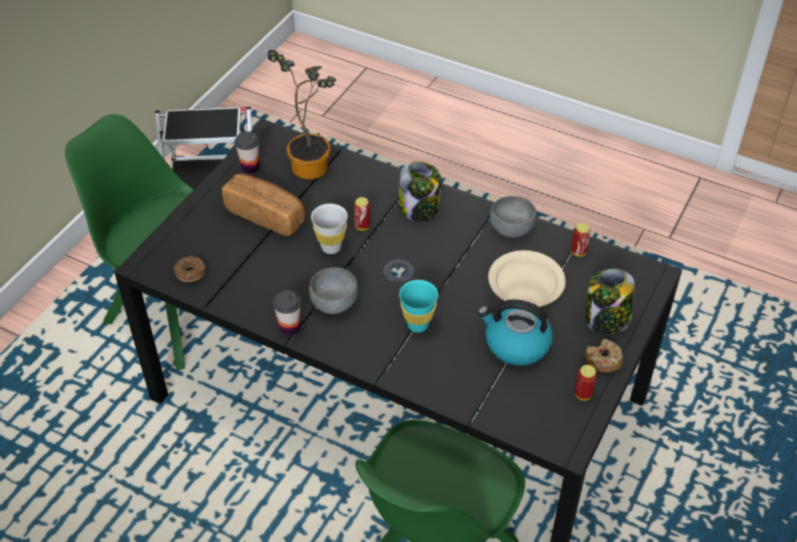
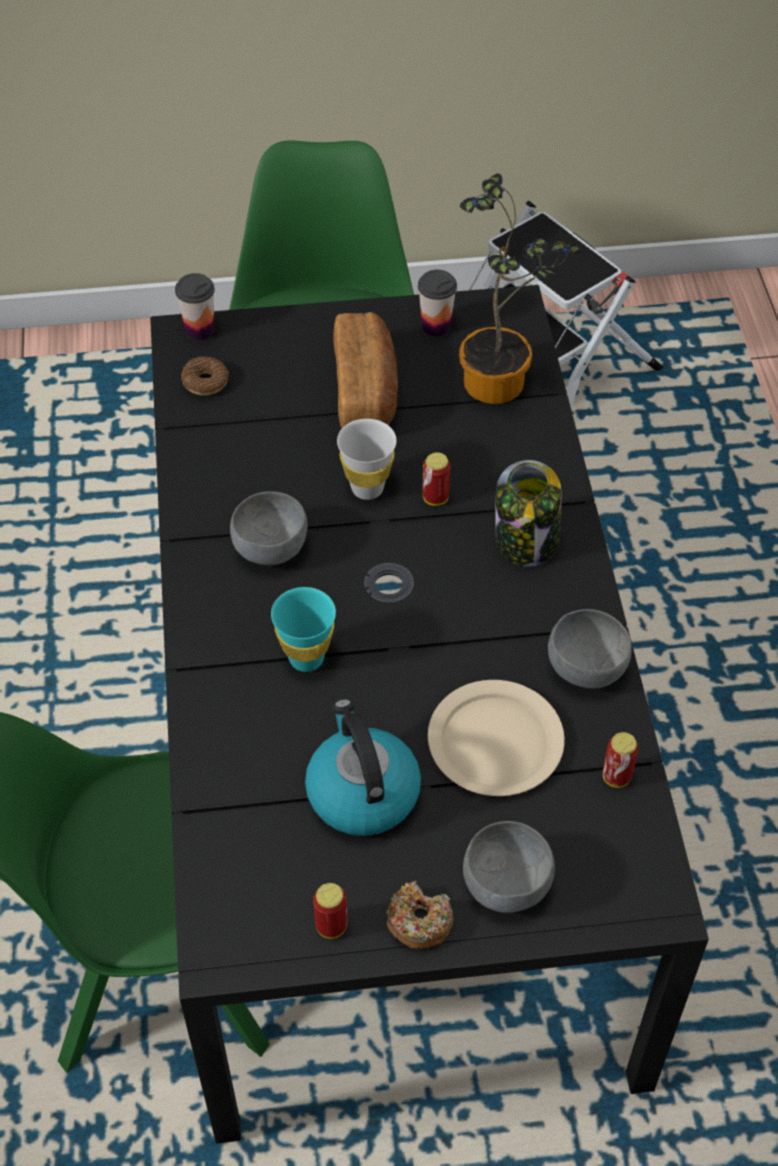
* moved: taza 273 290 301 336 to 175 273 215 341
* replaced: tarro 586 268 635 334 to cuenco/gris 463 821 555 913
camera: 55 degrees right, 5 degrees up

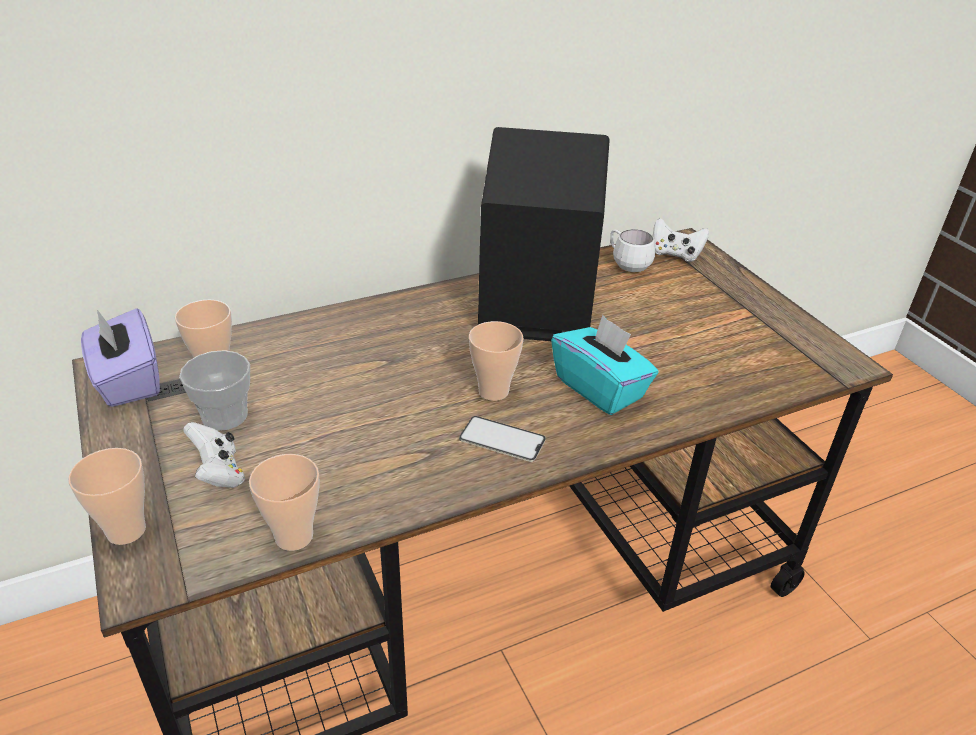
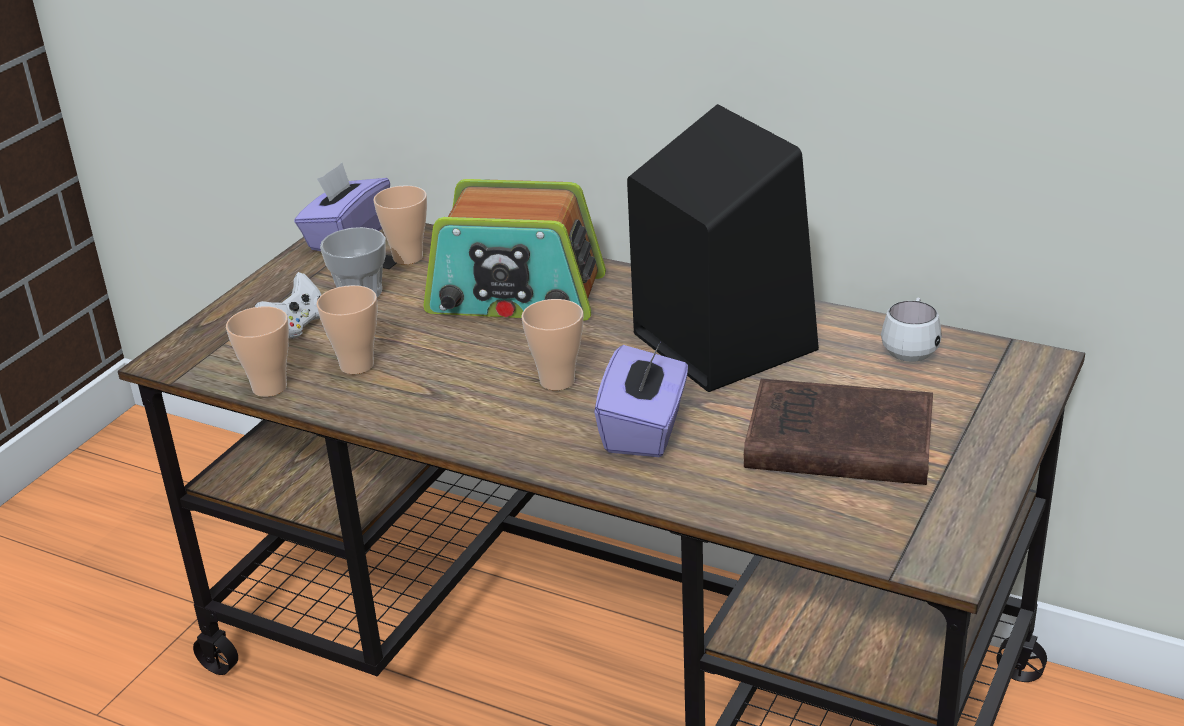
* removed: móvil 459 416 546 462
* removed: mando de consola/blanco 653 218 709 262
* added: radio 423 179 606 321
* added: libro/marrón 744 379 933 485
* moved: taza 68 448 146 545 to 316 285 378 374
* recoloured: caja de pañuelos/turquesa 551 315 658 415 to caja de pañuelos/morado 594 342 688 457
camera: 55 degrees right, 5 degrees down

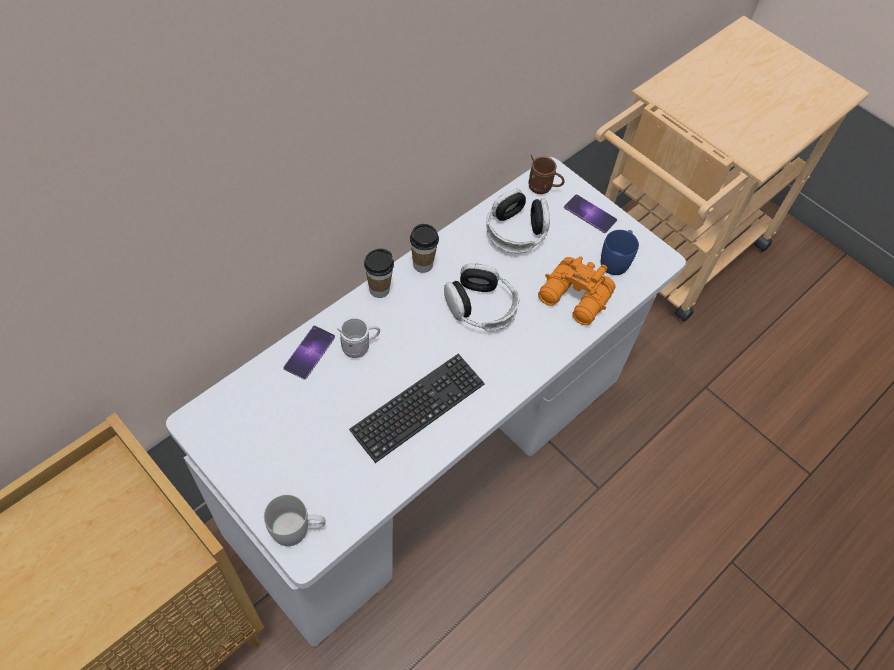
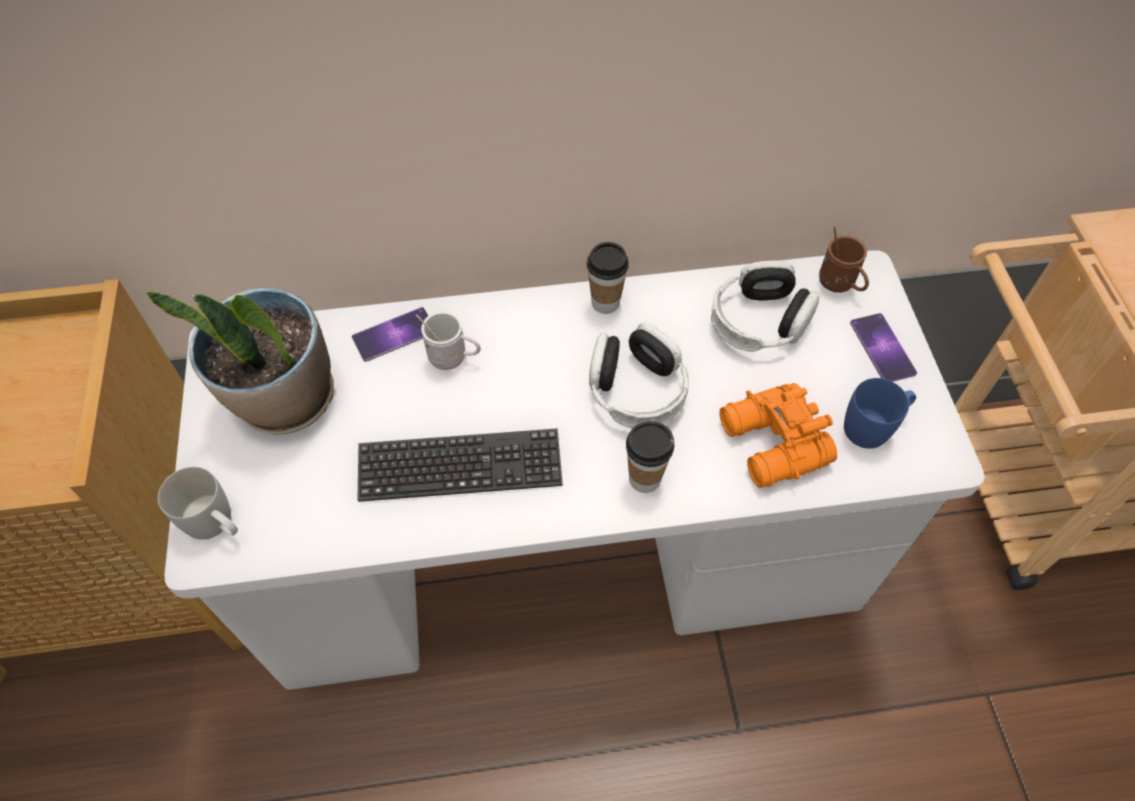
* added: planta en maceta 147 287 334 434
* moved: taza 364 249 394 298 to 626 421 674 493
camera: 40 degrees right, 0 degrees up

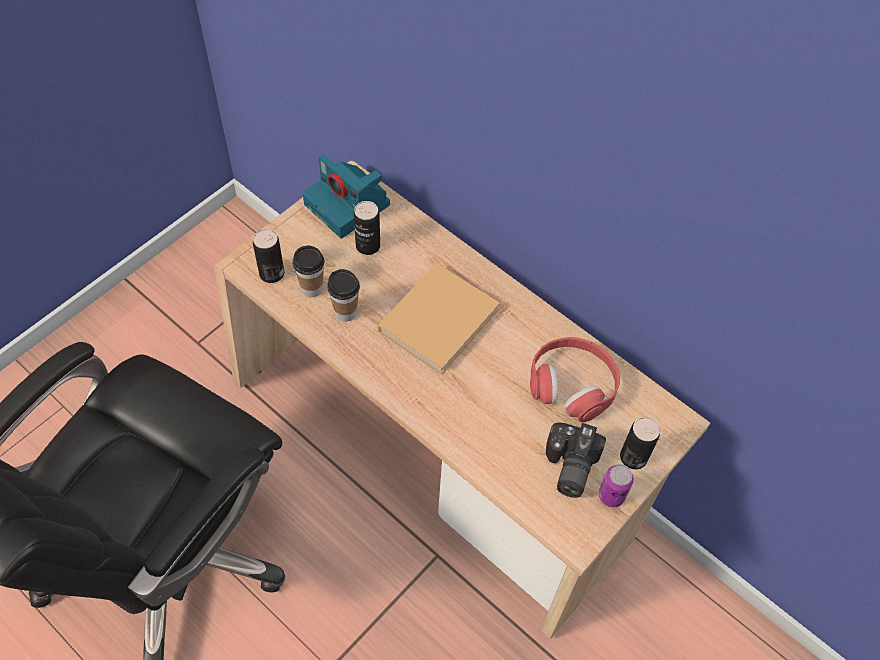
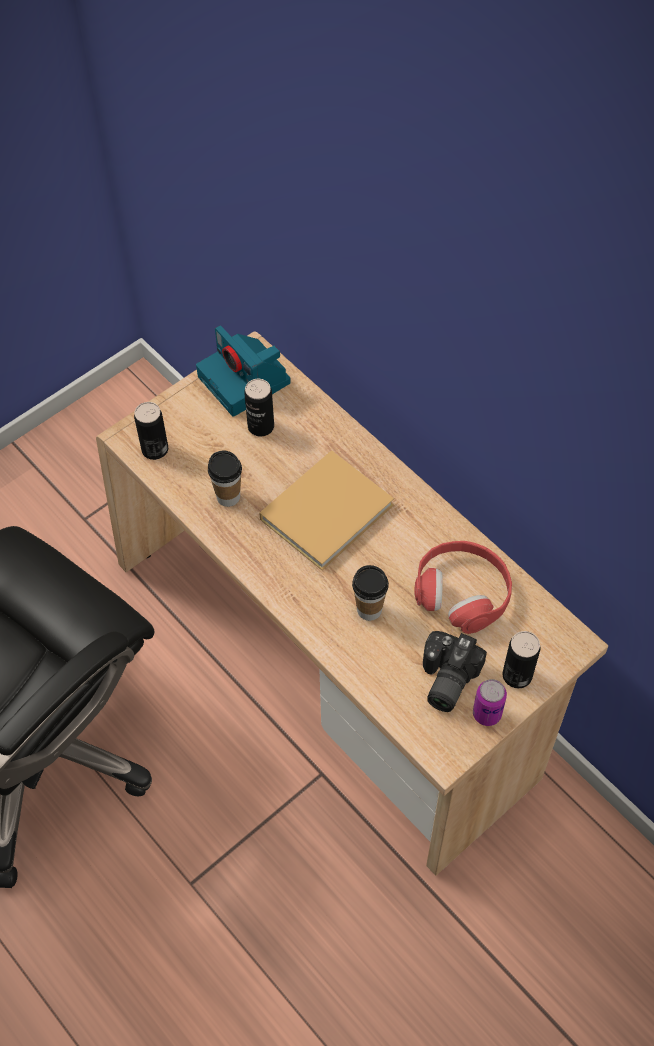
* moved: taza 293 246 324 297 to 352 565 389 621
camera: 10 degrees right, 0 degrees up

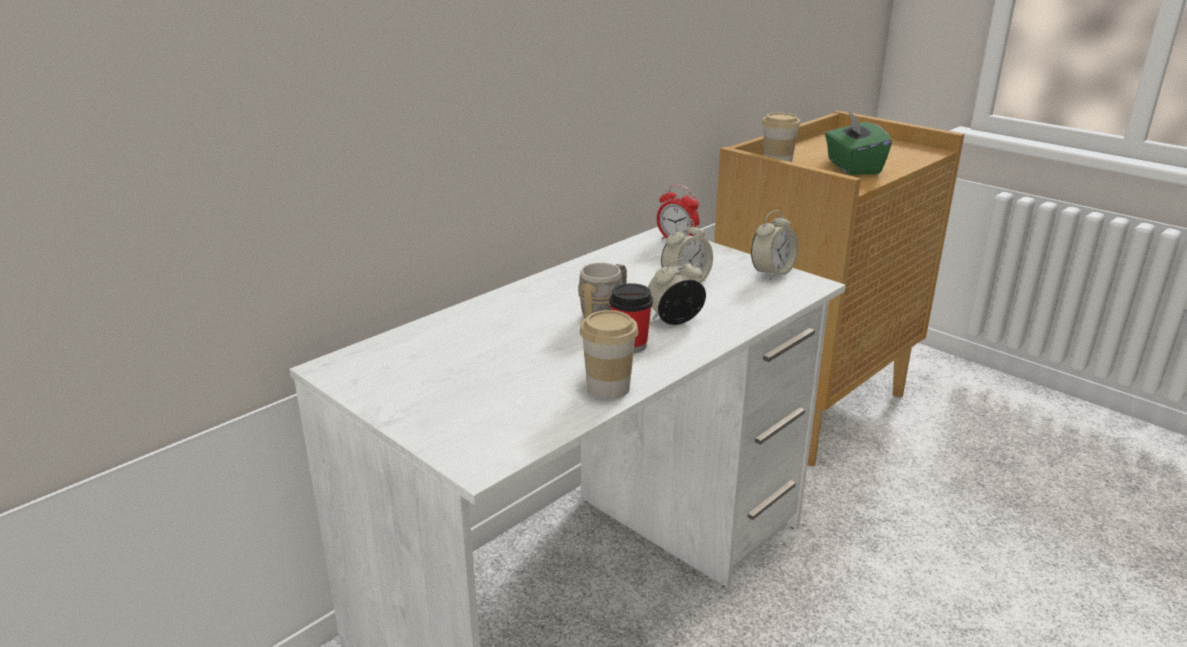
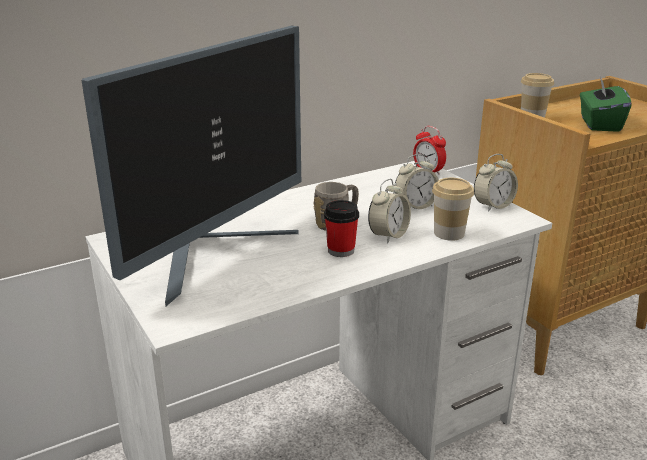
* added: monitor 82 26 301 306
* moved: taza 580 310 638 399 to 432 178 474 241
* turned: despertador 648 258 706 325 = 368 179 411 243 135 degrees clockwise
camera: 15 degrees right, 0 degrees up

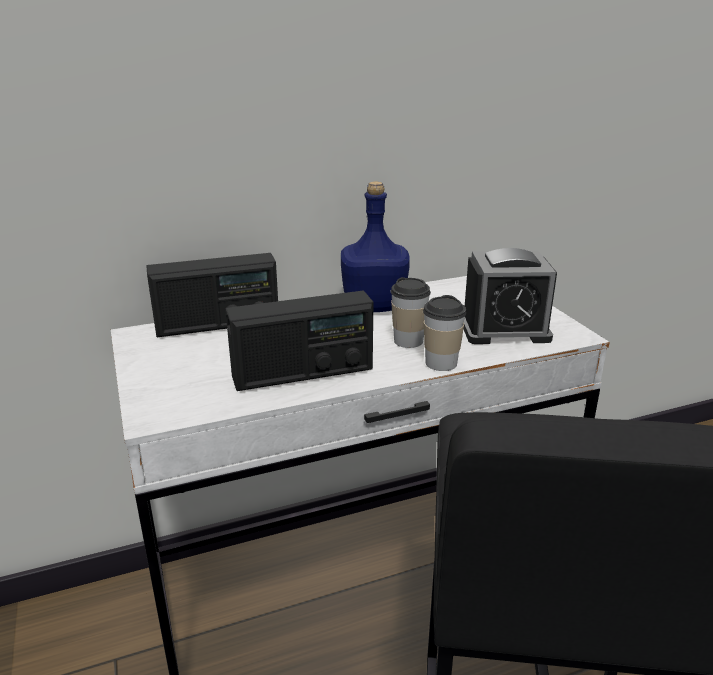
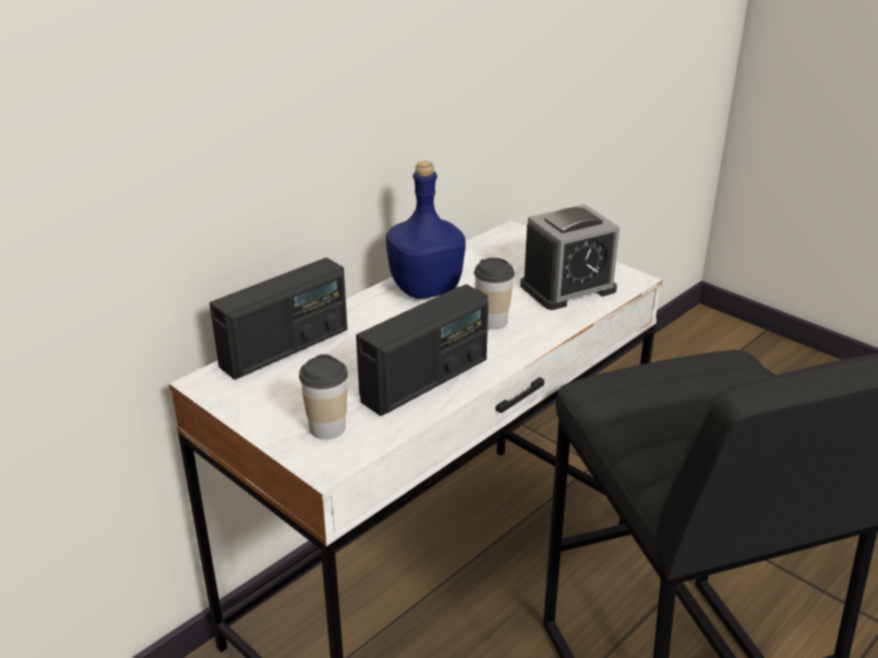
* moved: taza 423 295 466 371 to 299 354 348 439
camera: 25 degrees left, 5 degrees up

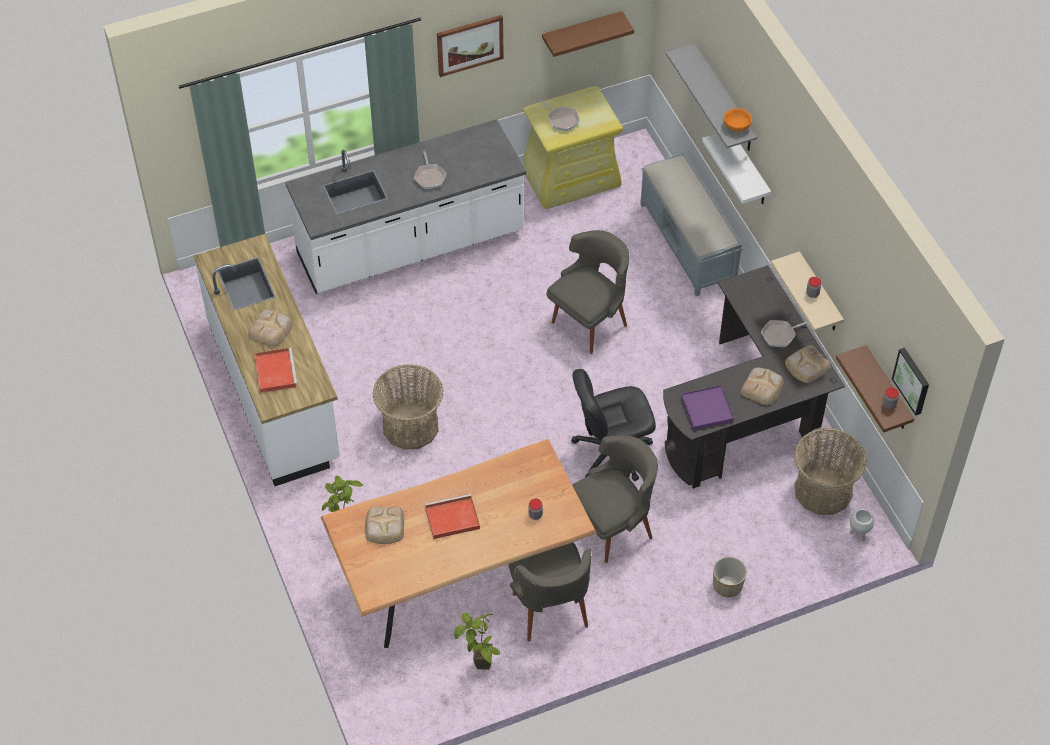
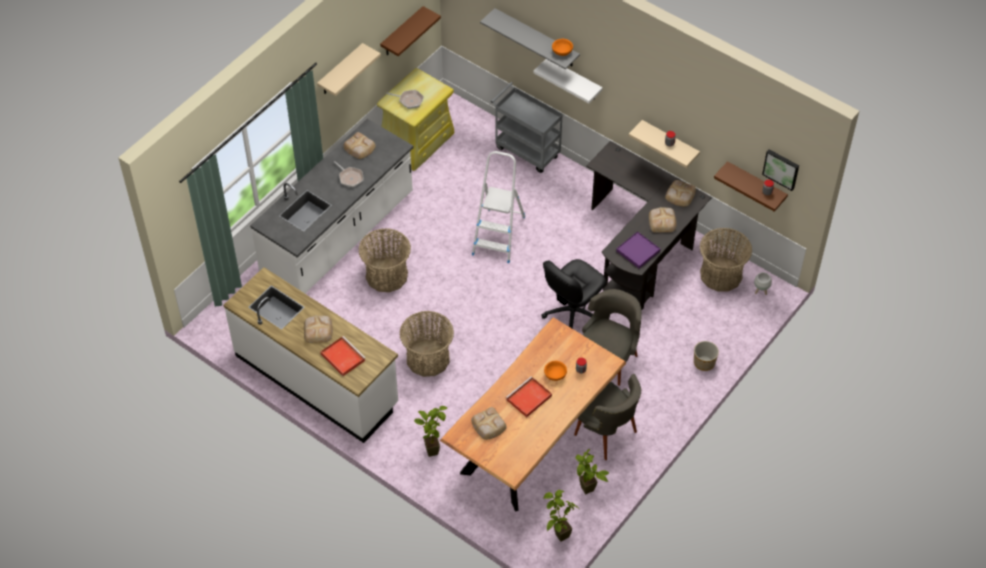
* removed: sartén 761 320 808 347
* added: pan 343 132 376 159
* added: cesta 358 228 411 292
* added: cuenco/naranja 544 361 567 381
* added: planta en maceta 544 490 580 542
* replaced: cuadro 437 15 504 77 to estante/beis 317 43 381 96
* replaced: silla/gris 546 230 629 354 to escalera de tijera/blanco 472 151 525 263
* replaced: banco/gris 641 152 743 296 to carrito/gris 491 82 563 173
camera: 30 degrees left, 0 degrees up

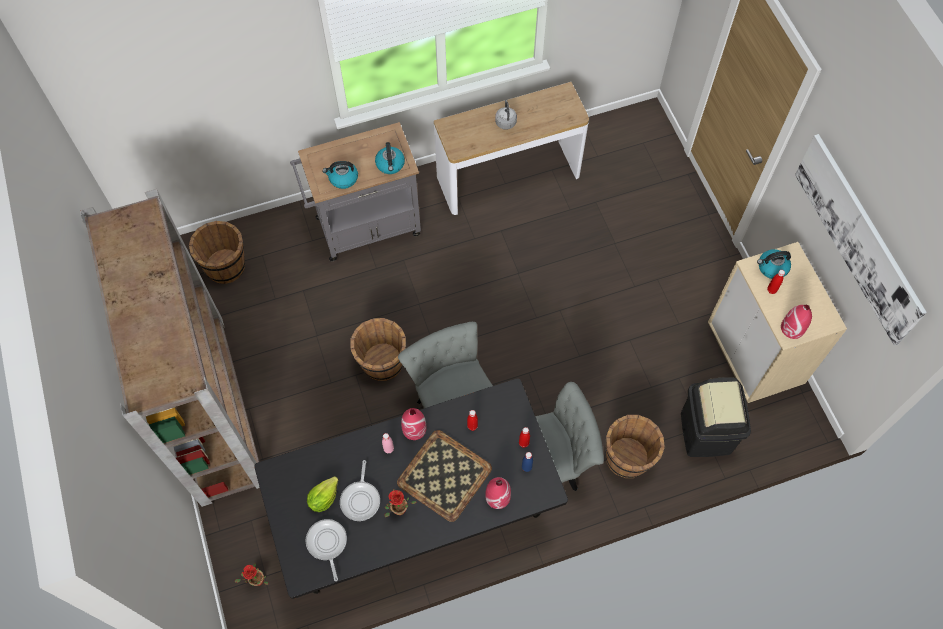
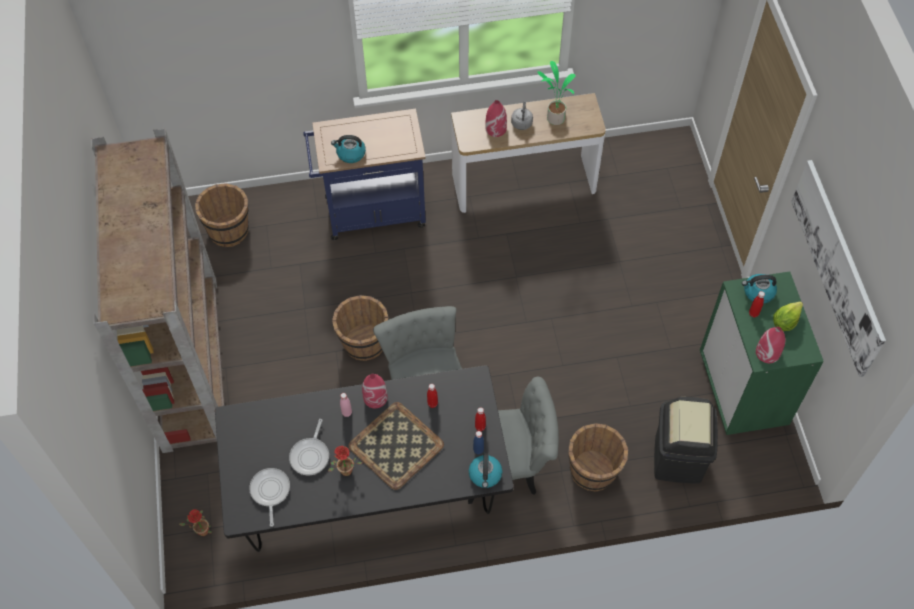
* added: planta en maceta 537 61 576 125
* moved: lechuga 307 476 338 512 to 773 301 803 331
* moved: hervidor 375 142 405 174 to 469 453 502 488
* moved: florero/rojo 485 477 511 509 to 485 100 507 137
* recoloured: carrito/gris 290 122 421 261 to carrito/azul 303 108 426 240
* recoloured: armario/beis 708 242 847 403 to armario/verde 700 271 824 435
camera: 10 degrees right, 5 degrees down

